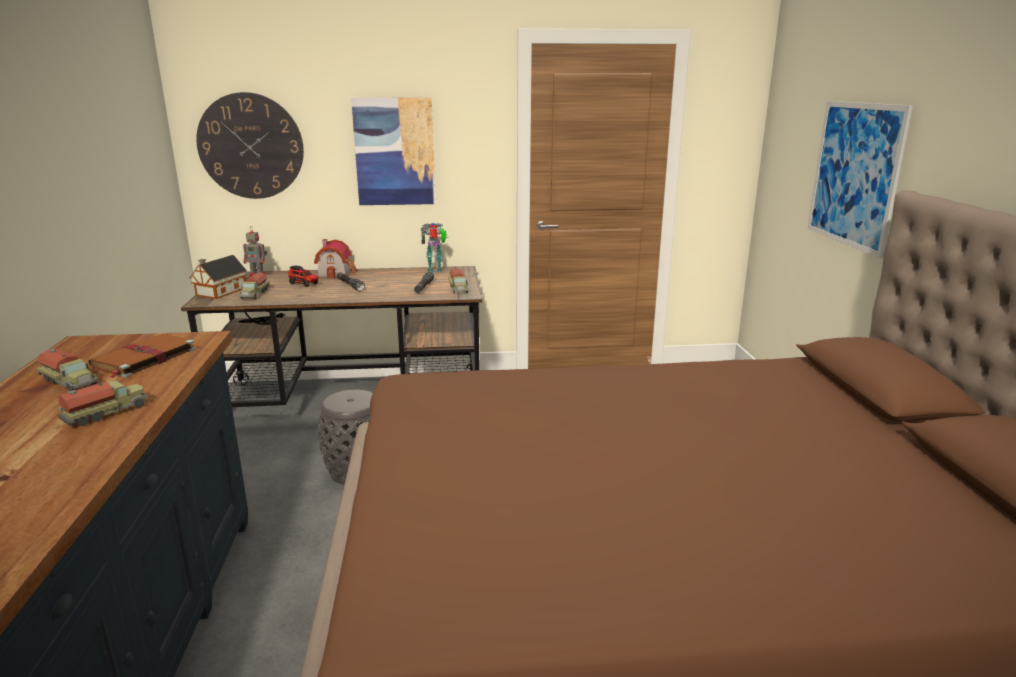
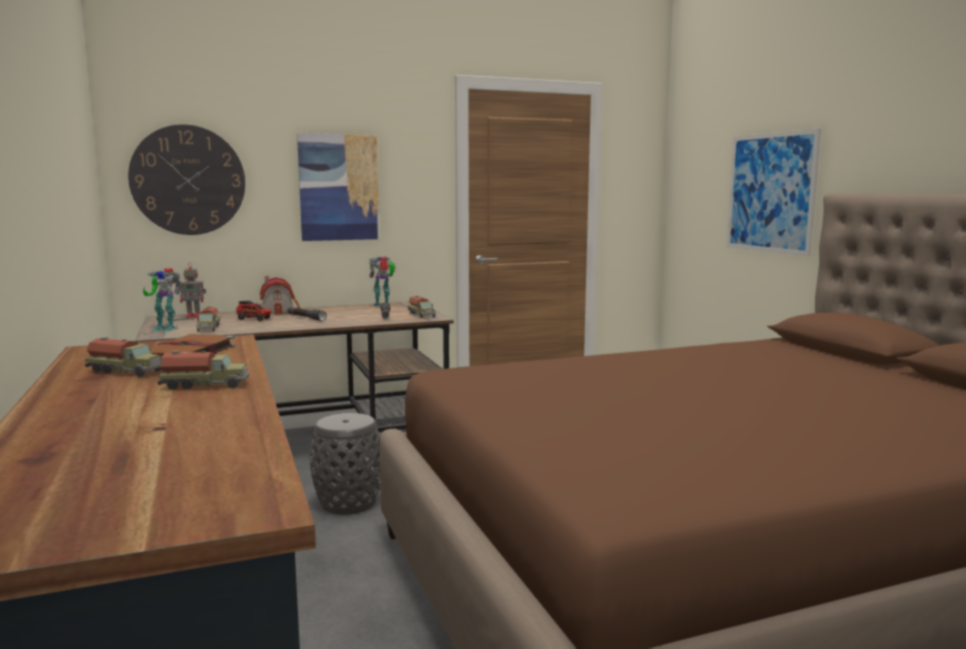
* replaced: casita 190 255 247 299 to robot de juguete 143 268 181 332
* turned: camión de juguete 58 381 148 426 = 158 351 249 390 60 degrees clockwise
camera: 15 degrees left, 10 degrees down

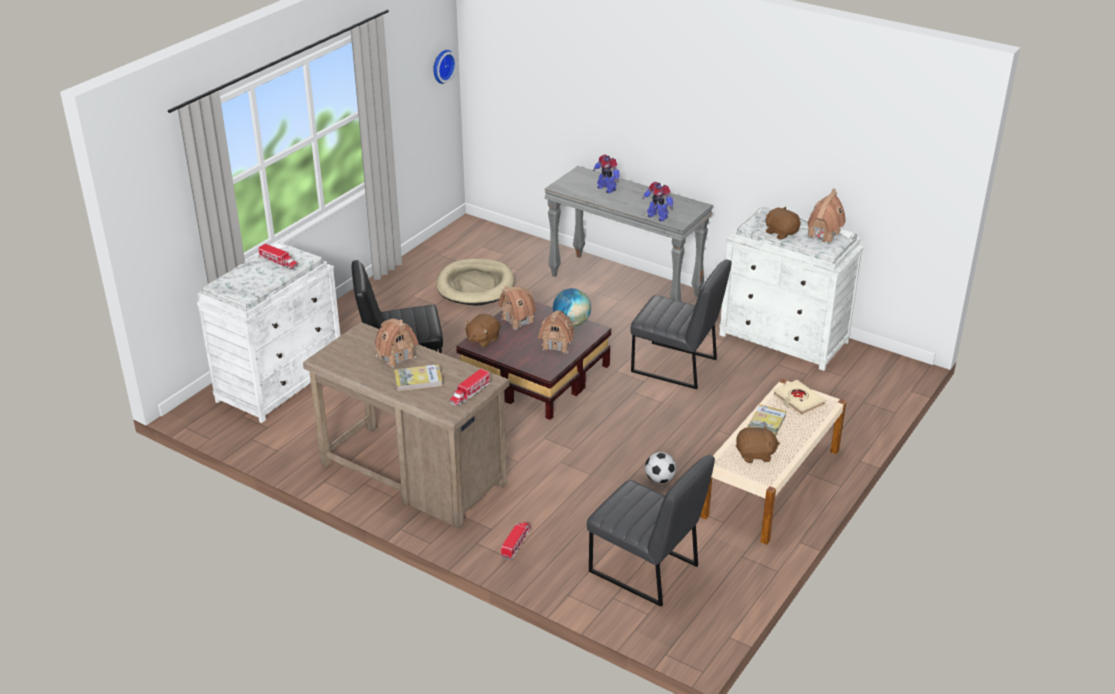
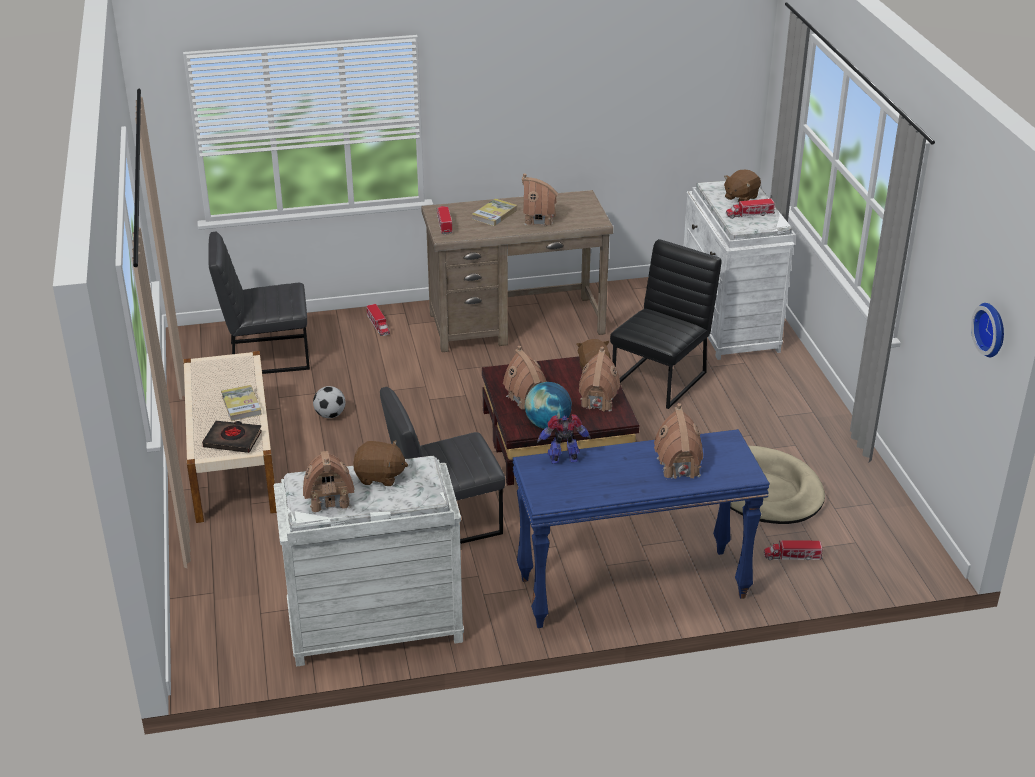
* added: camión de juguete 764 540 823 560
* moved: peluche/marrón 736 425 780 463 to 724 170 761 202
* replaced: robot de juguete 593 155 620 193 to casita 654 403 703 479
* recoloured: mesa consola/gris 545 166 713 302 to mesa consola/azul 513 429 770 628
* recoloured: libro/beis 773 380 826 415 to libro/negro 202 421 262 453
camera: 135 degrees right, 0 degrees up

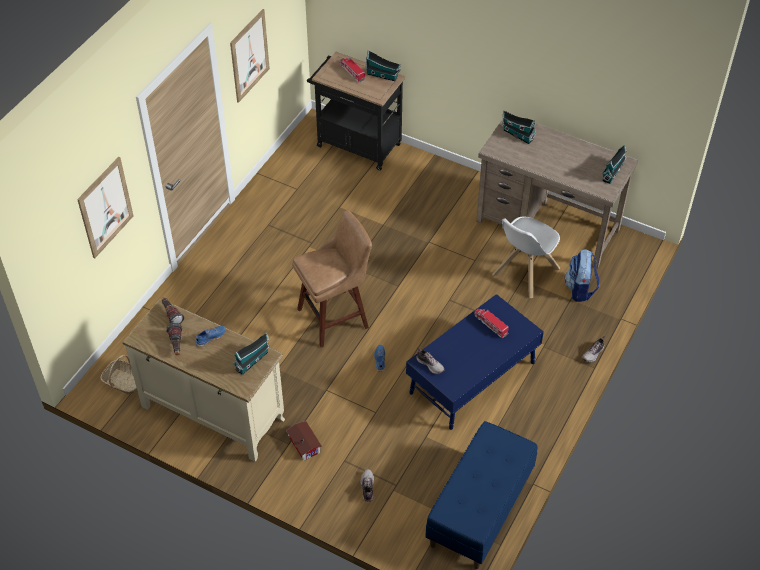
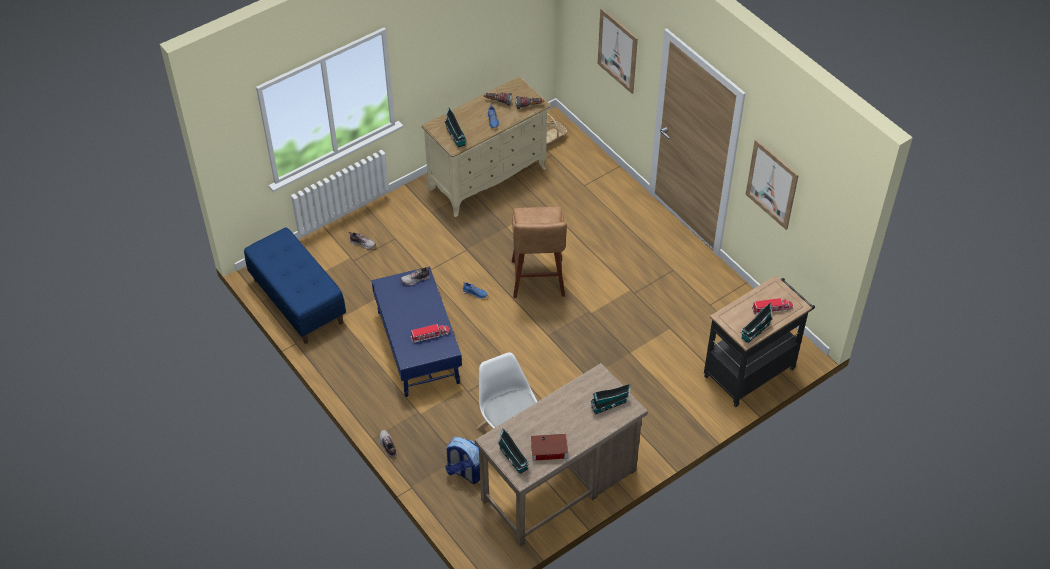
* moved: casita 286 421 322 461 to 530 434 568 461
camera: 115 degrees right, 0 degrees up

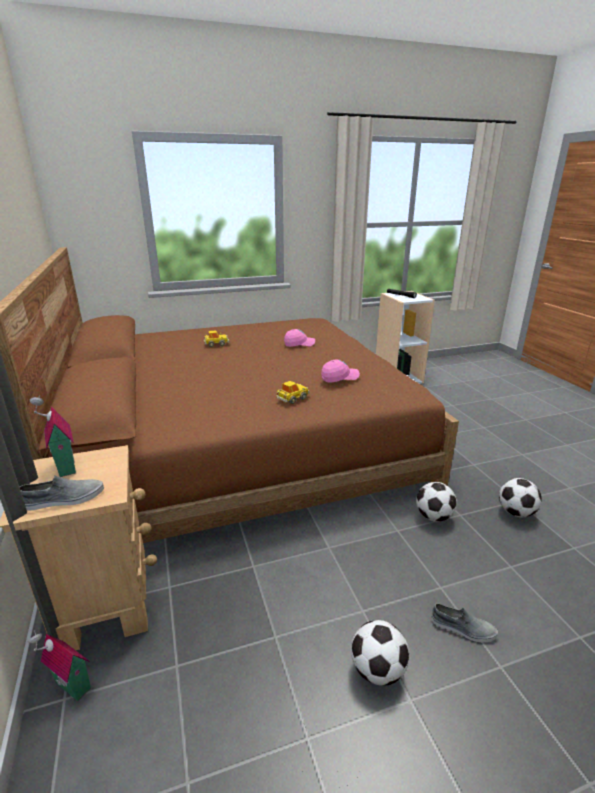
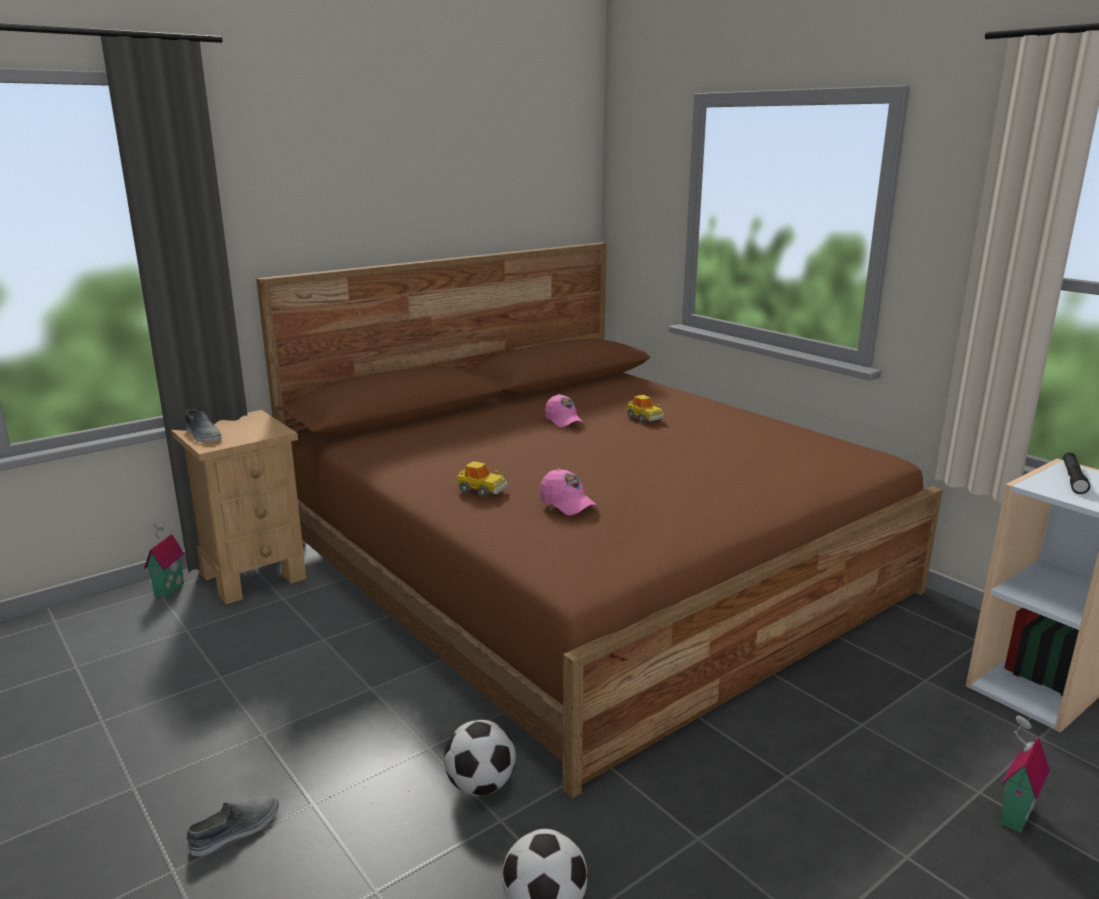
* removed: balón de fútbol 351 620 409 686
* moved: casita 30 396 76 477 to 1000 715 1050 833
* moved: gorra/rosa 284 329 315 347 to 545 394 584 428
* turned: zapato/gris 431 604 498 642 = 187 795 279 856 135 degrees counterclockwise
camera: 70 degrees right, 5 degrees down

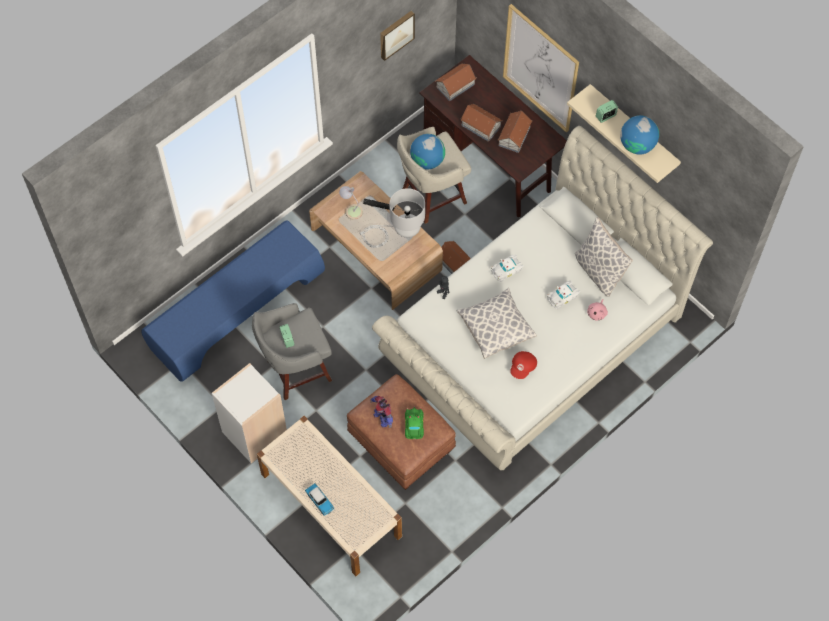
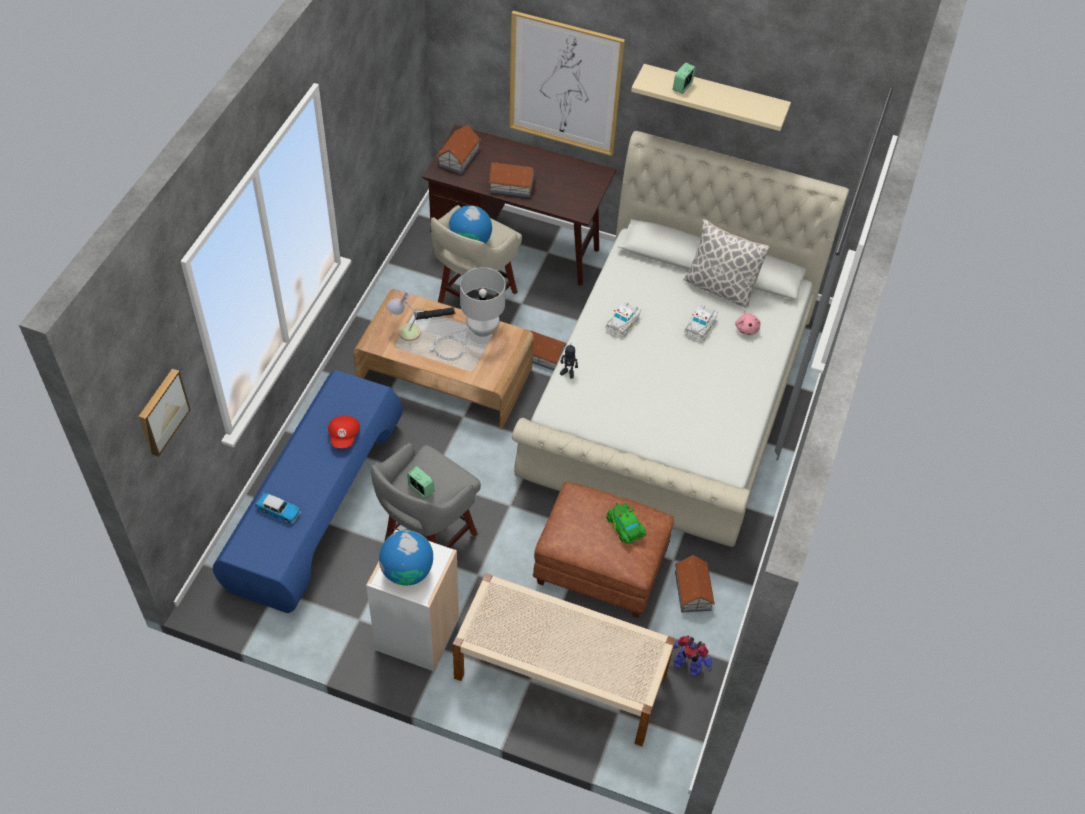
* removed: cojín 456 288 537 359
* moved: coche de juguete 305 483 335 516 to 256 493 301 523
* moved: robot de juguete 370 396 393 428 to 674 635 712 677
* moved: cuadro 380 11 415 61 to 139 369 191 457
* moved: casita 498 111 532 153 to 675 555 715 612
* moved: gorra/rojo 510 351 537 379 to 328 416 360 448
* moved: globo terráqueo 620 115 659 155 to 379 530 433 585
camera: 30 degrees left, 10 degrees down

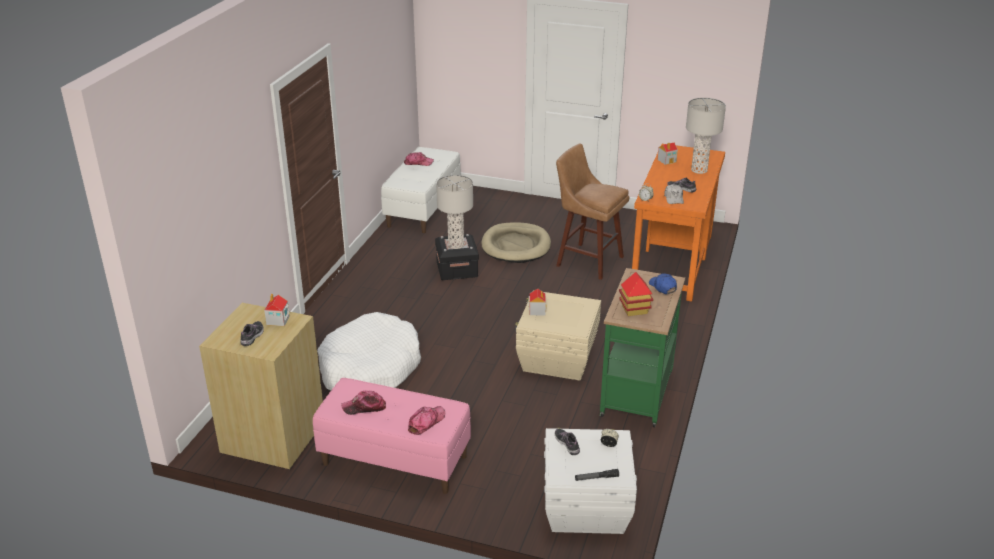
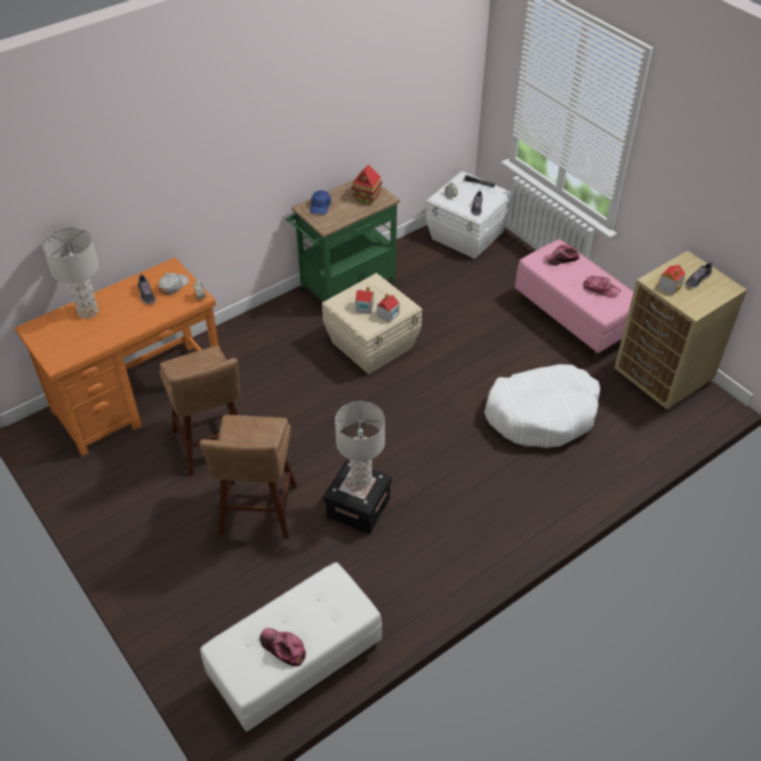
* moved: casita 657 143 678 165 to 355 286 374 314
* replaced: cama para perro/beis 481 222 551 263 to taburete/marrón 200 415 297 539
camera: 145 degrees left, 15 degrees up

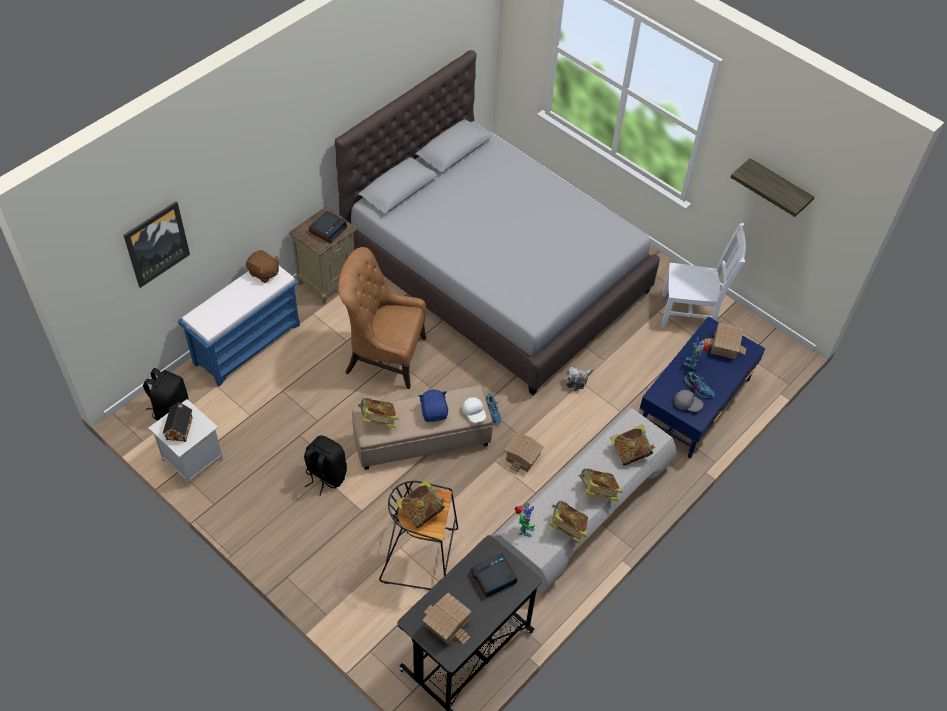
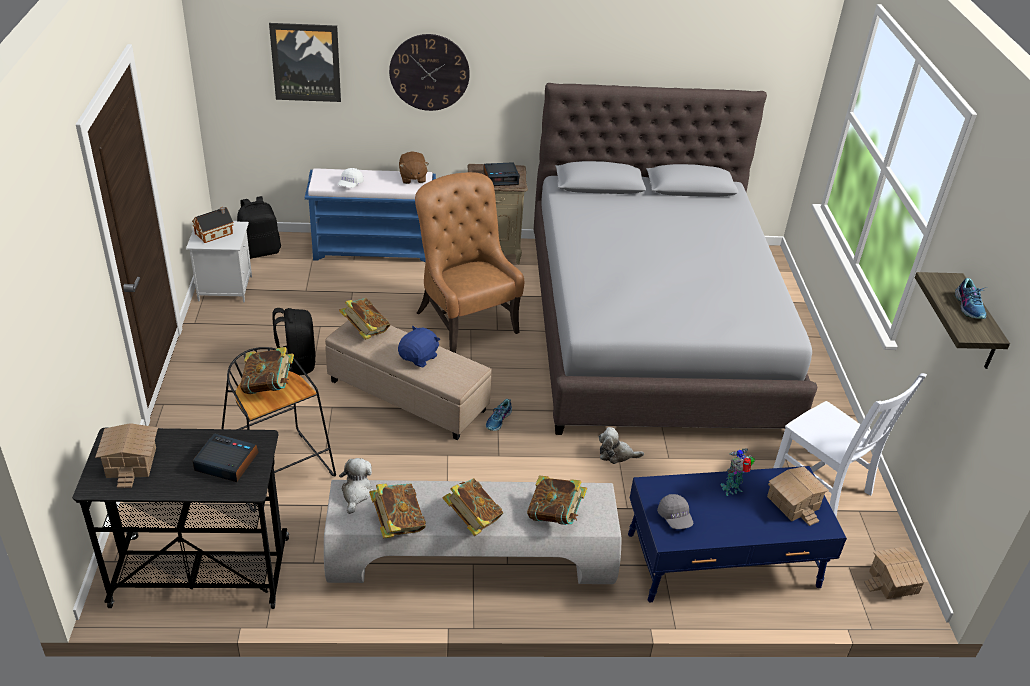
* added: reloj de pared 389 34 470 111
* moved: gorra/blanco 462 397 486 423 to 338 168 364 188
* moved: casita 504 432 544 474 to 864 547 928 599
* moved: zapato 684 372 715 398 to 955 278 987 319
* replaced: robot de juguete 515 503 535 537 to peluche 339 458 374 514
camera: 45 degrees right, 15 degrees down

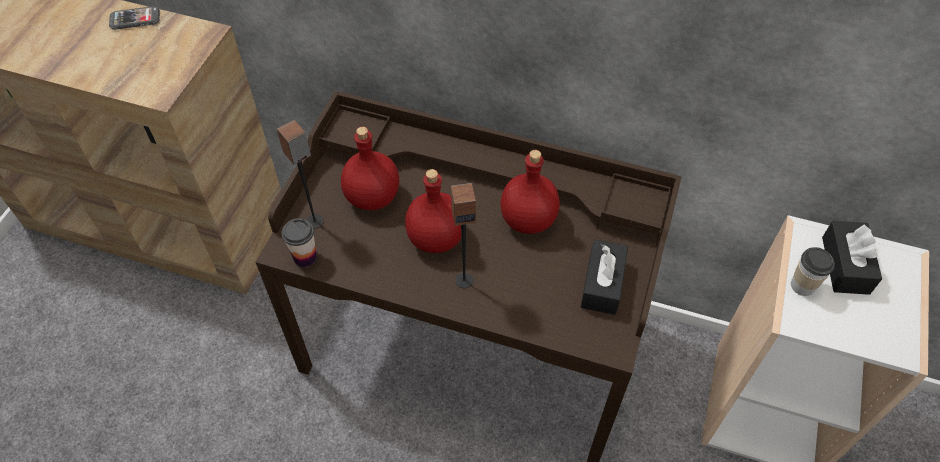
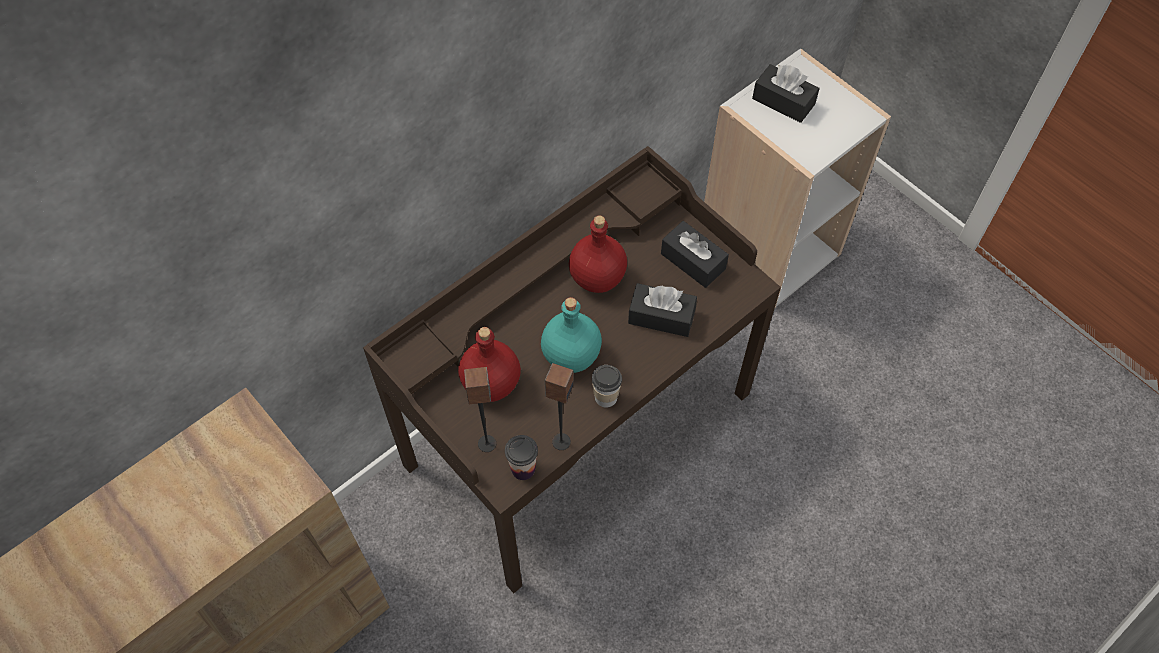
* removed: móvil 109 6 160 30
* added: caja de pañuelos/negro 628 283 697 337
* moved: altavoz 451 183 476 288 to 545 363 573 450
* moved: taza 791 247 835 296 to 592 365 622 408
* recoloured: botella/rojo 405 169 462 253 to botella/turquesa 541 297 602 373
camera: 60 degrees left, 5 degrees up

